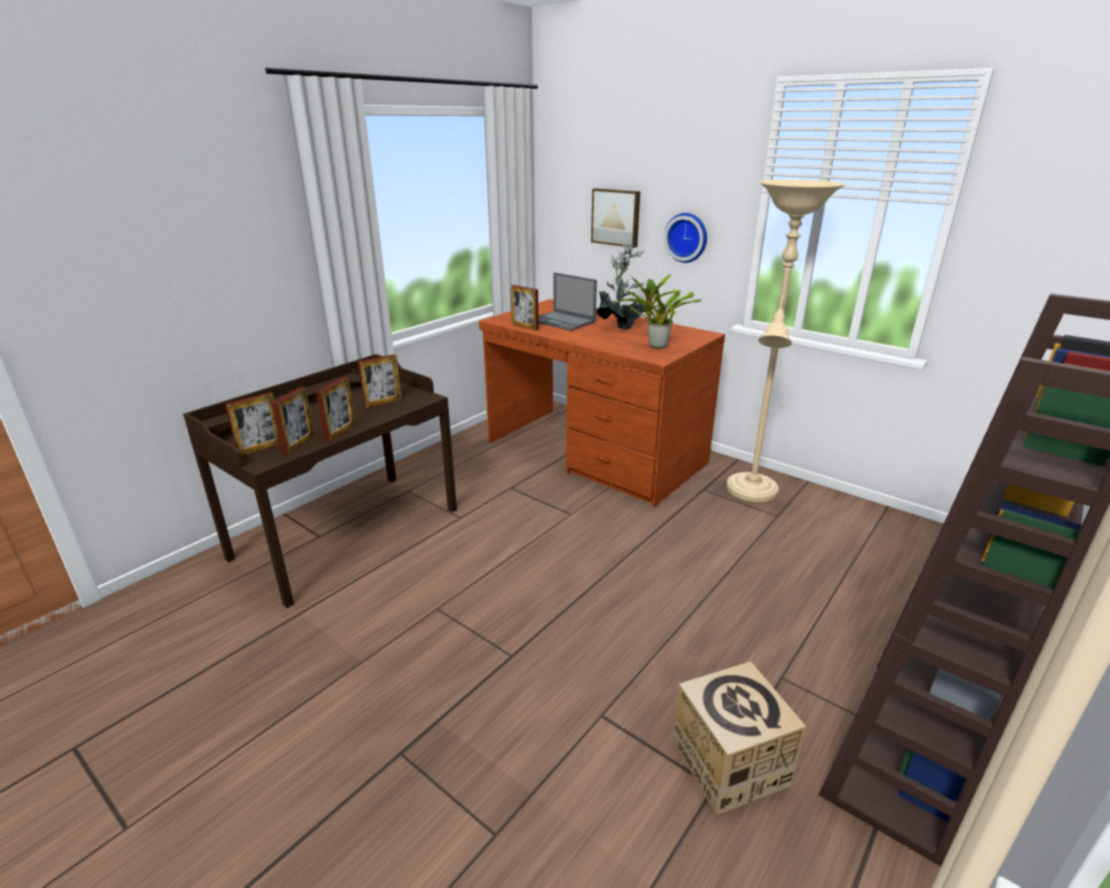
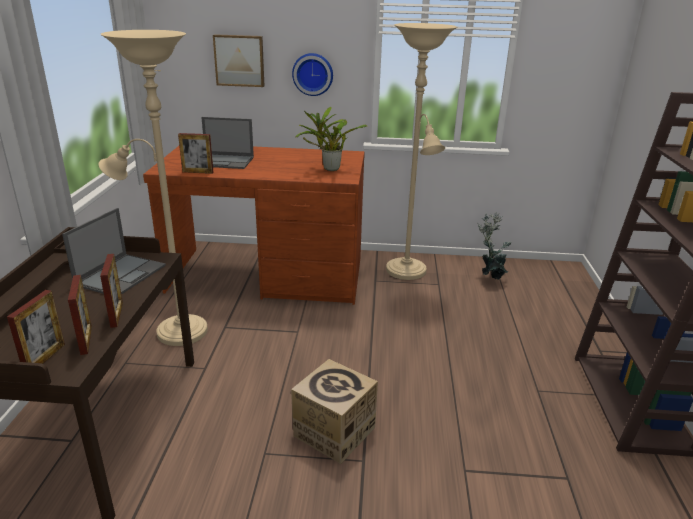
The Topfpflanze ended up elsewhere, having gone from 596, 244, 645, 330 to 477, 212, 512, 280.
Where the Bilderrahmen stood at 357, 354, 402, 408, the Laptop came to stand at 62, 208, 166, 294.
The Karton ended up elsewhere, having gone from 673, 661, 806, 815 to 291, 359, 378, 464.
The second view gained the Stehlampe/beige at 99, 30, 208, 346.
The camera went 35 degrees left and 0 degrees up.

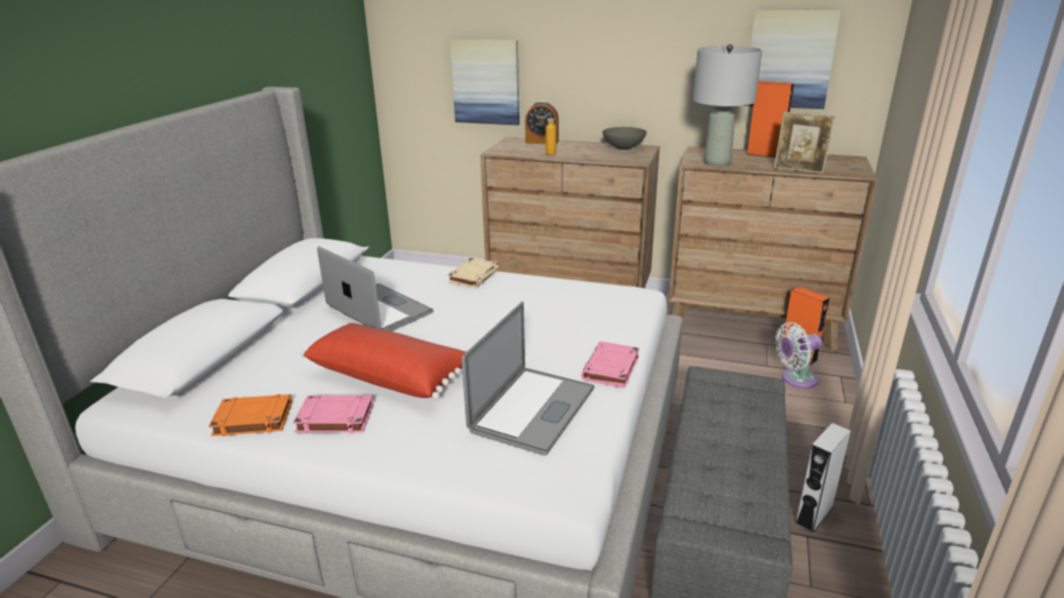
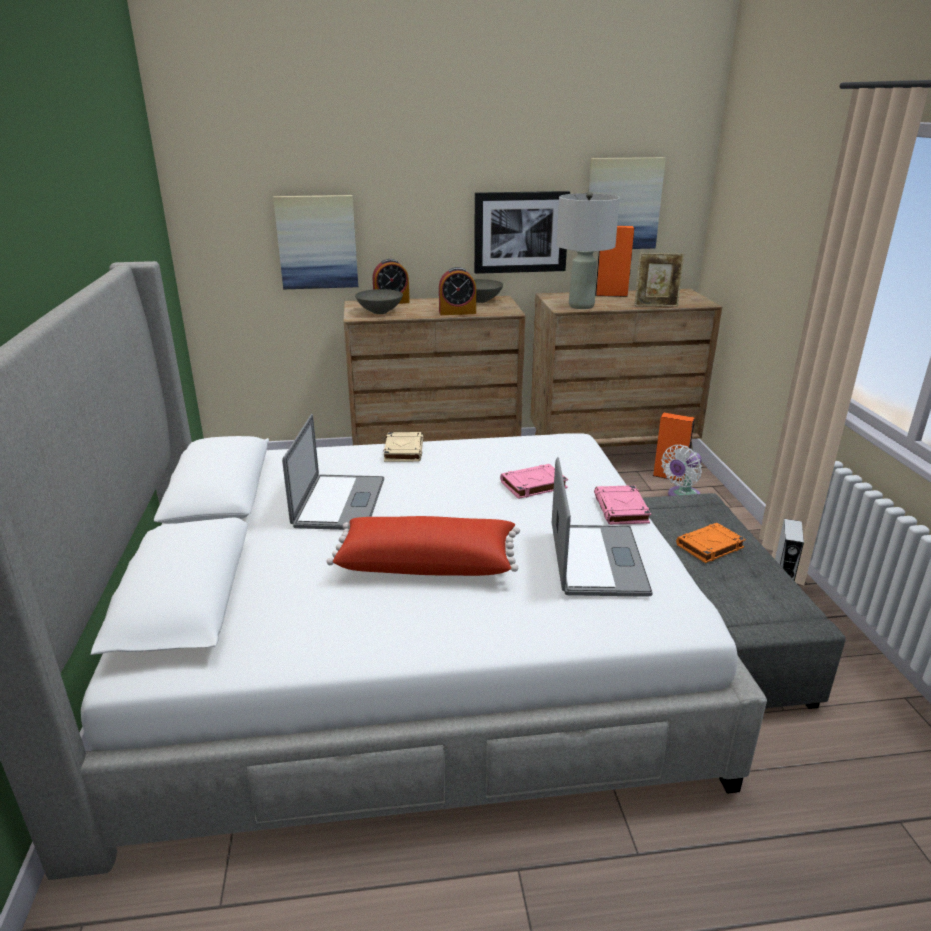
The second view lost the Flasche at 537, 112, 556, 155.
The Laptop at 317, 246, 433, 331 ended up facing another way, 75 degrees clockwise from before.
The Buch/orange ended up elsewhere, having gone from 209, 394, 292, 436 to 676, 523, 746, 563.
The Buch/rosa ended up elsewhere, having gone from 293, 395, 374, 433 to 500, 464, 568, 499.
The second view gained the Bild at 474, 191, 570, 274.
The second view gained the Wecker at 439, 267, 476, 315.
The second view gained the Schüssel/grau at 355, 289, 403, 314.
The camera went 25 degrees left and 0 degrees up.

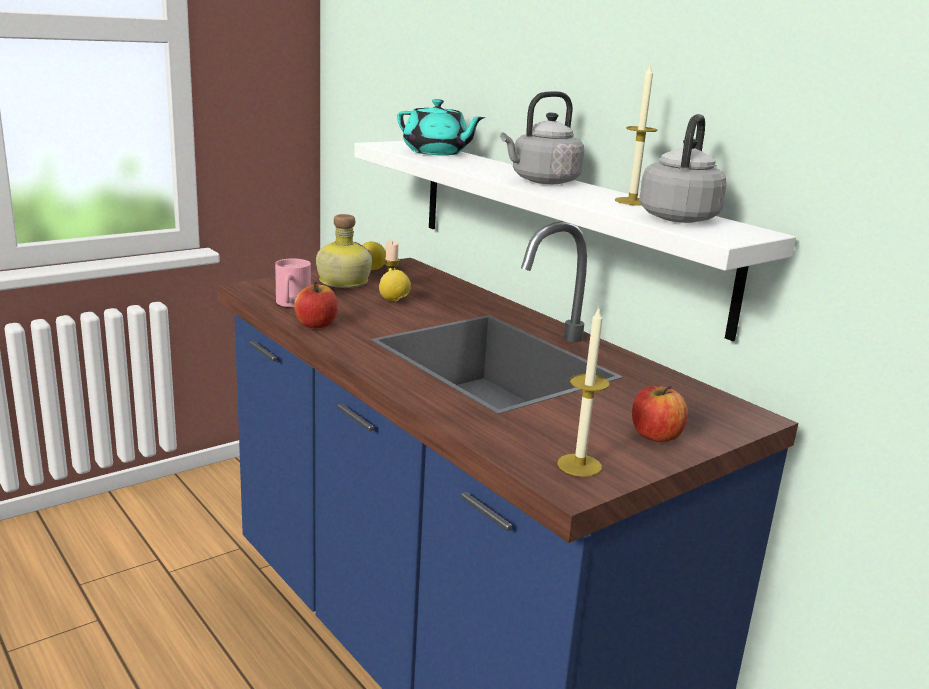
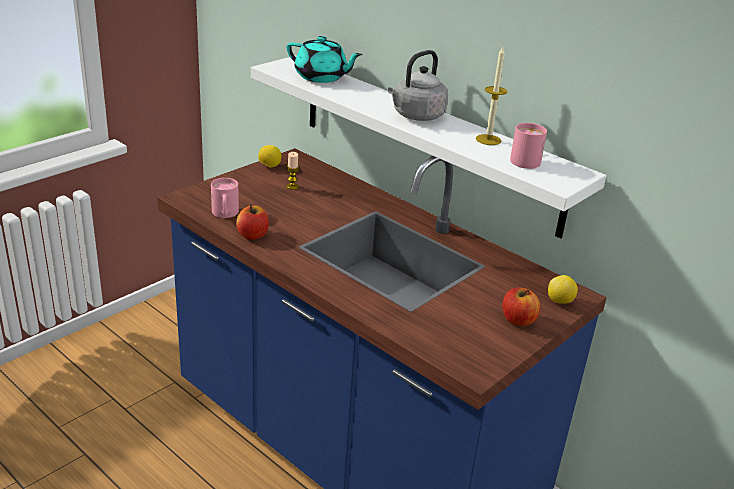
Where the Wasserkessel/grau stood at 639, 114, 727, 223, the Henkelbecher/rosa came to stand at 510, 123, 547, 169.
The second view lost the Flasche at 316, 214, 372, 288.
The Zitrone ended up elsewhere, having gone from 379, 270, 411, 301 to 548, 275, 578, 304.
The second view lost the Kerze at 557, 307, 609, 477.
The camera went 10 degrees left and 10 degrees up.

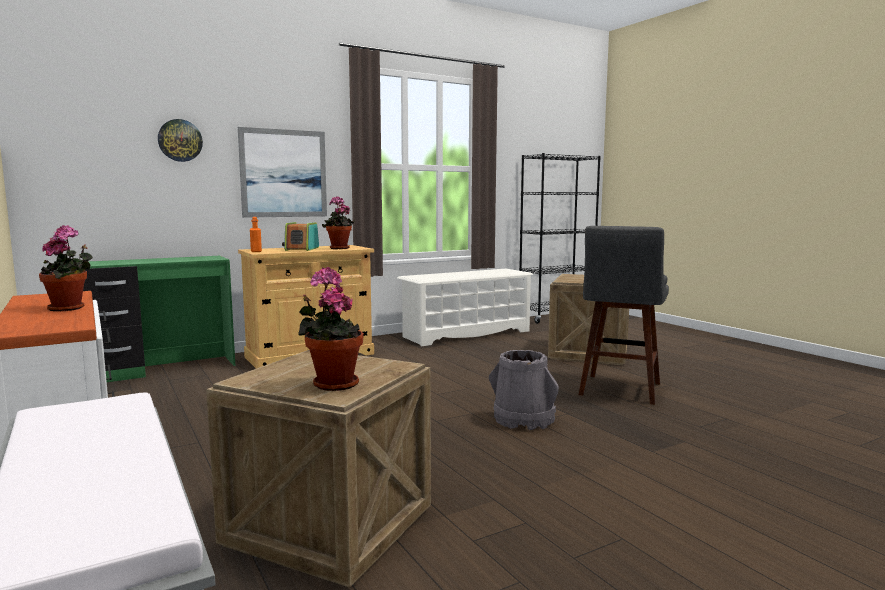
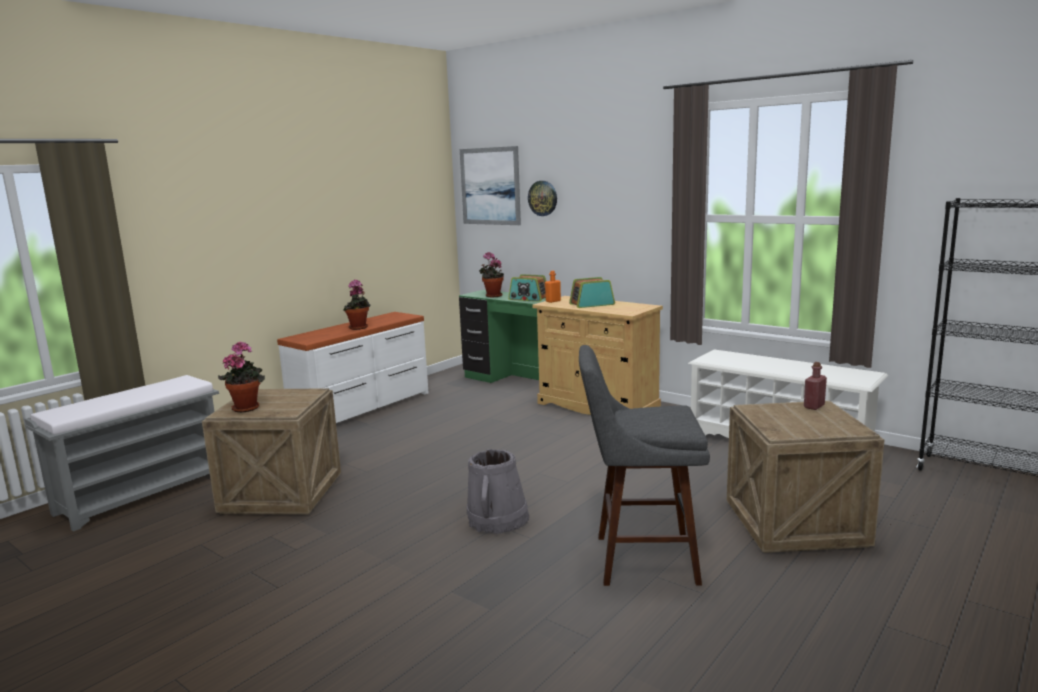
The Bild ended up elsewhere, having gone from 238, 127, 327, 218 to 460, 146, 521, 225.
The Topfpflanze ended up elsewhere, having gone from 322, 196, 355, 249 to 479, 252, 504, 297.
The second view gained the Radio at 508, 274, 546, 302.
The second view gained the Flasche/rot at 804, 362, 827, 410.
The camera went 70 degrees right and 5 degrees up.

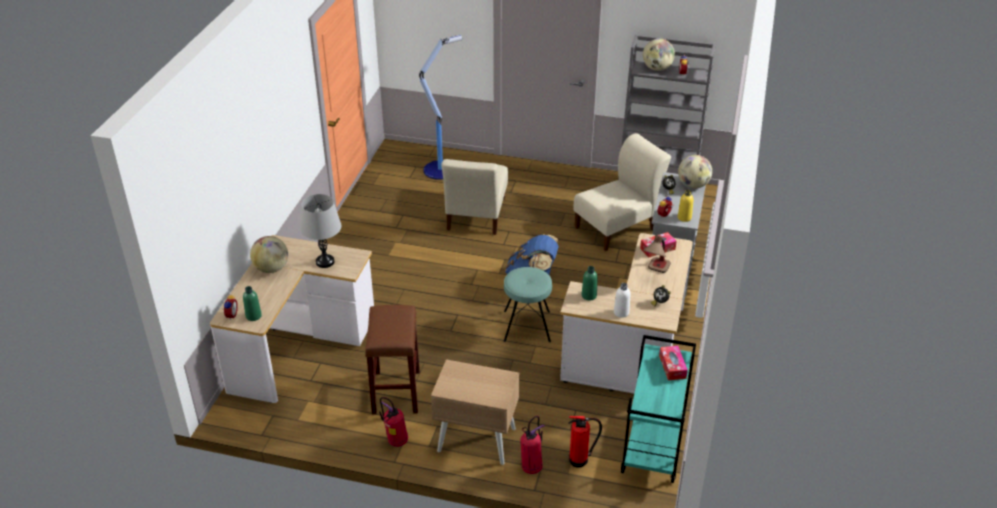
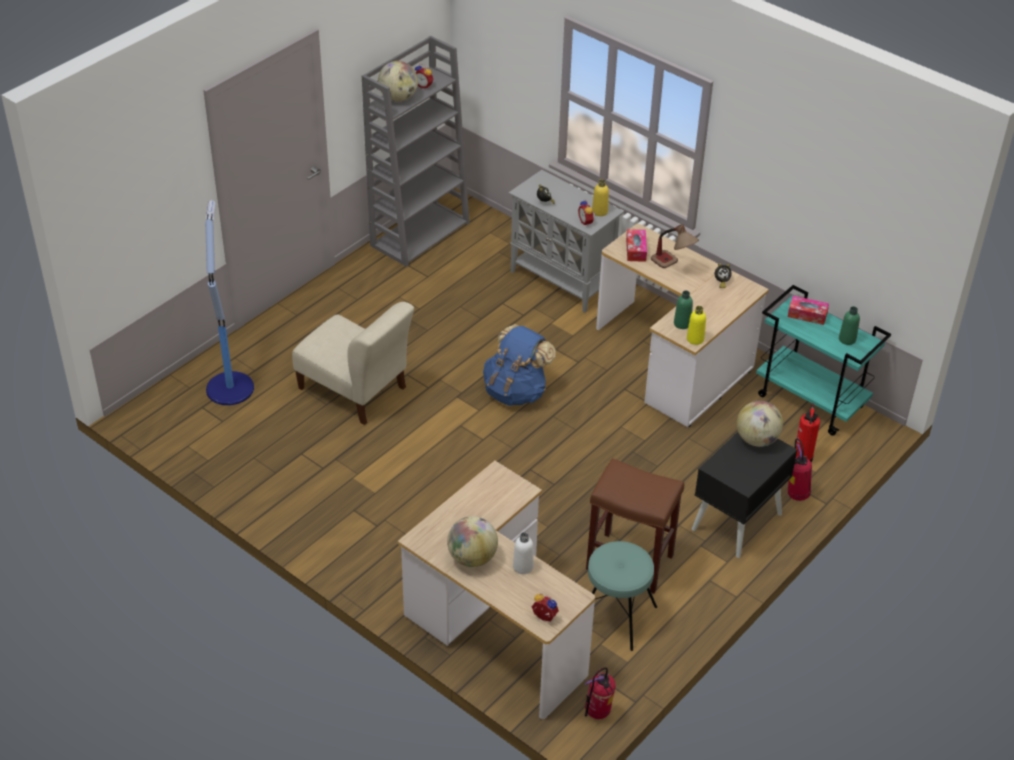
The second view lost the Stuhl/beige at 573, 133, 671, 251.
The Globus ended up elsewhere, having gone from 678, 155, 712, 189 to 737, 401, 783, 447.
The second view lost the Tischlampe/grau at 300, 194, 341, 268.
The Hocker/türkis ended up elsewhere, having gone from 504, 267, 552, 342 to 588, 541, 657, 651.
The Flasche/weiß ended up elsewhere, having gone from 614, 283, 630, 318 to 513, 532, 534, 574.
The Flasche/grün ended up elsewhere, having gone from 243, 286, 262, 321 to 839, 306, 860, 345.
What was the Nachttisch/beige at 431, 359, 520, 465 turned into the Nachttisch/schwarz at 692, 432, 798, 558.
The Feuerlöscher ended up elsewhere, having gone from 379, 397, 408, 447 to 584, 667, 616, 719.
The second view gained the Flasche/gelb at 687, 306, 706, 345.
The camera went 65 degrees left and 5 degrees up.

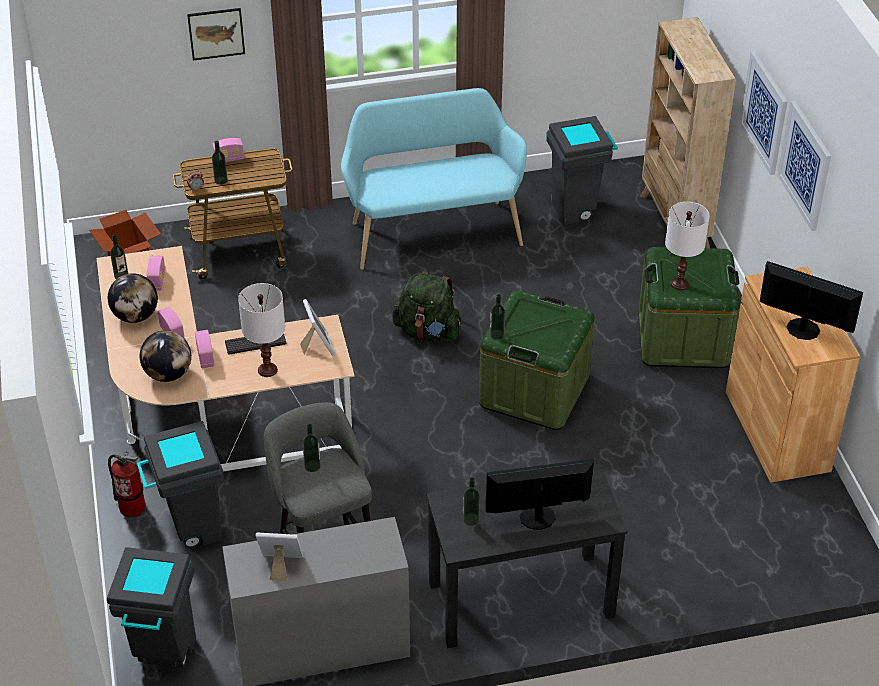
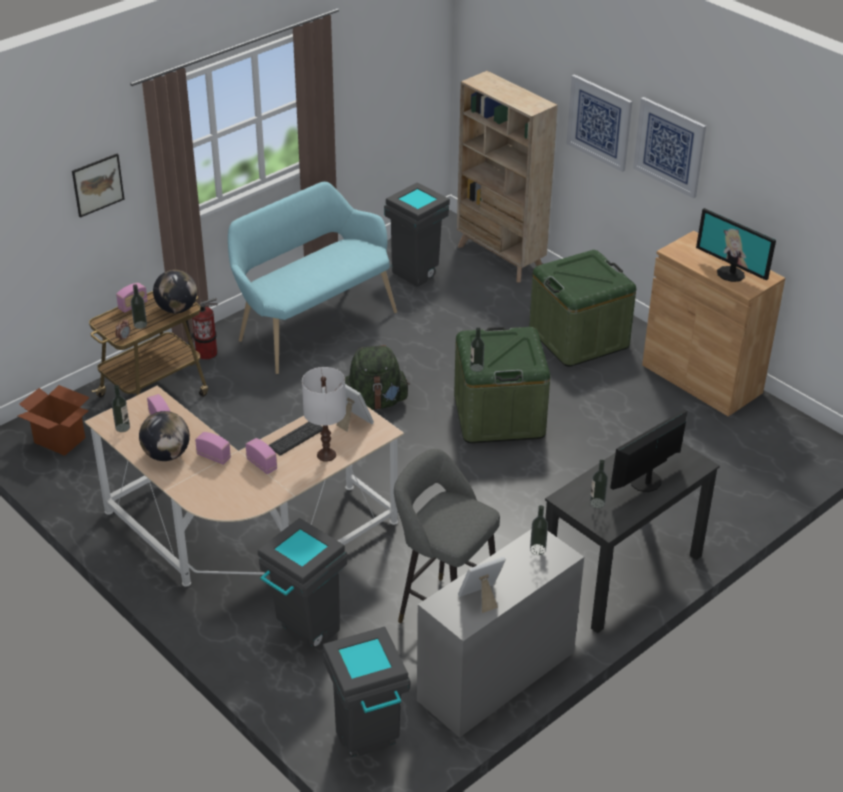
The second view lost the Tischlampe/weiß at 665, 202, 710, 290.
The Monitor at 760, 261, 863, 340 ended up facing another way, 135 degrees counterclockwise from before.
The Globus ended up elsewhere, having gone from 140, 331, 191, 382 to 153, 270, 197, 313.
The Flasche ended up elsewhere, having gone from 303, 424, 321, 472 to 530, 505, 548, 555.
The Feuerlöscher ended up elsewhere, having gone from 108, 452, 145, 518 to 186, 298, 218, 360.
The camera went 30 degrees left and 5 degrees down.

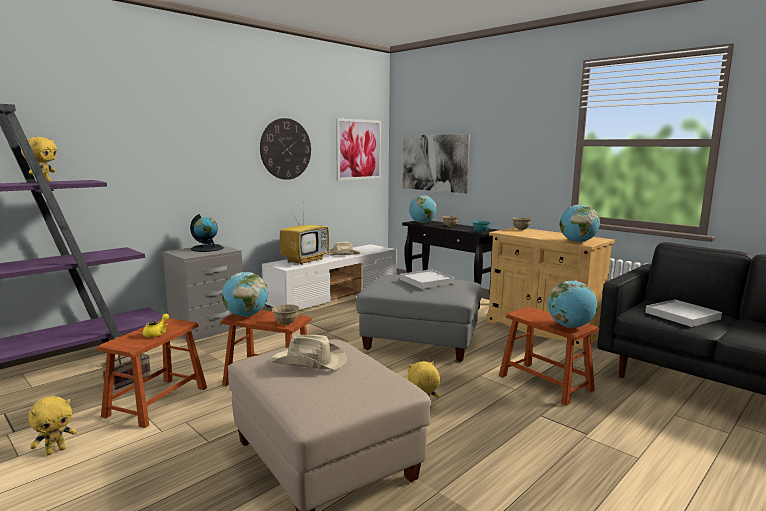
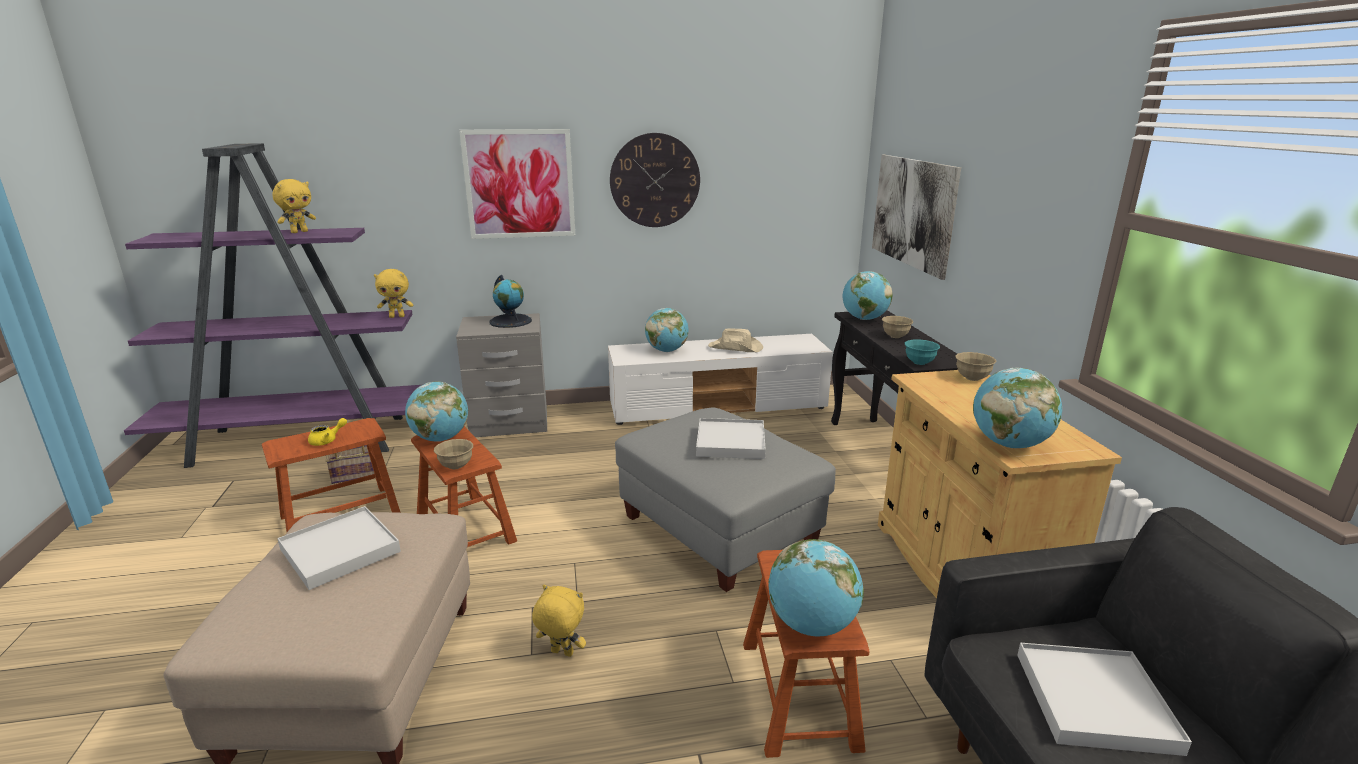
The Bild ended up elsewhere, having gone from 336, 118, 381, 181 to 459, 129, 575, 239.
Where the Fernseher stood at 280, 211, 329, 265, the Globus came to stand at 645, 308, 689, 352.
Where the Hut/beige stood at 270, 335, 347, 370, the Tablett/weiß came to stand at 277, 506, 401, 590.
The Plüschtier/gelb ended up elsewhere, having gone from 28, 396, 77, 455 to 374, 269, 413, 318.
The camera went 35 degrees right and 10 degrees up.

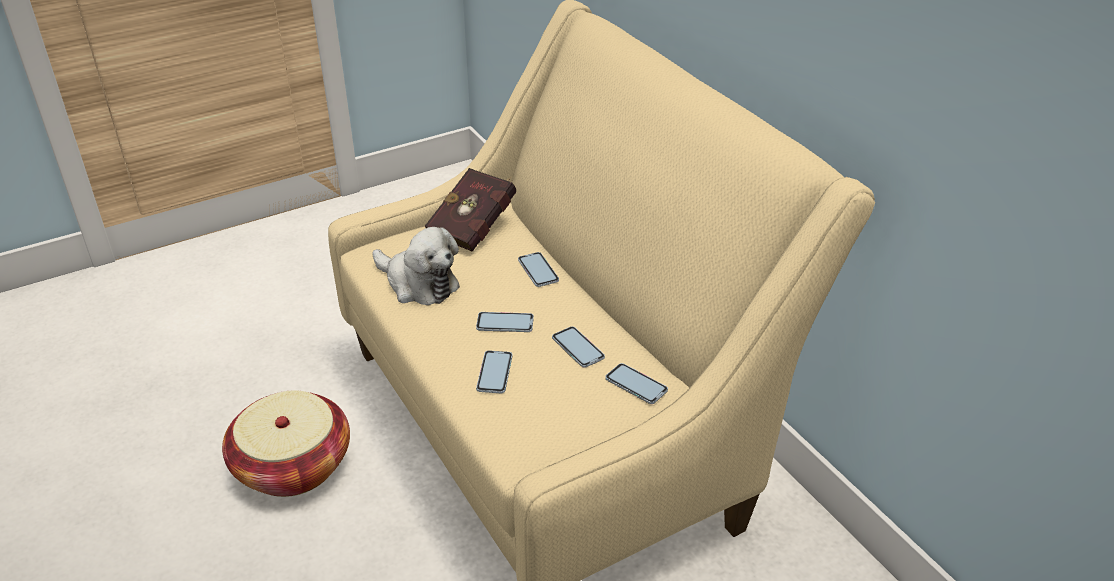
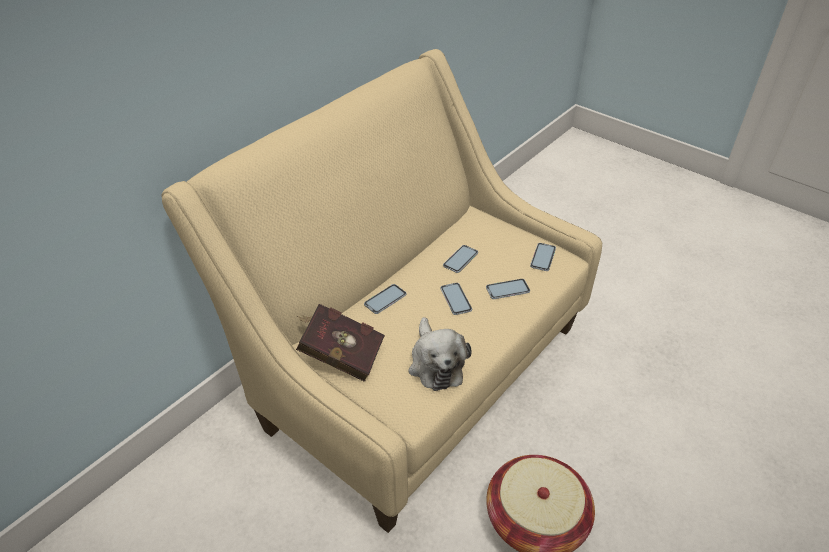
The Plüschtier at 373, 227, 460, 305 ended up facing another way, 150 degrees clockwise from before.
The Handy ended up elsewhere, having gone from 605, 363, 668, 404 to 530, 243, 556, 271.
The camera went 110 degrees left and 5 degrees up.

